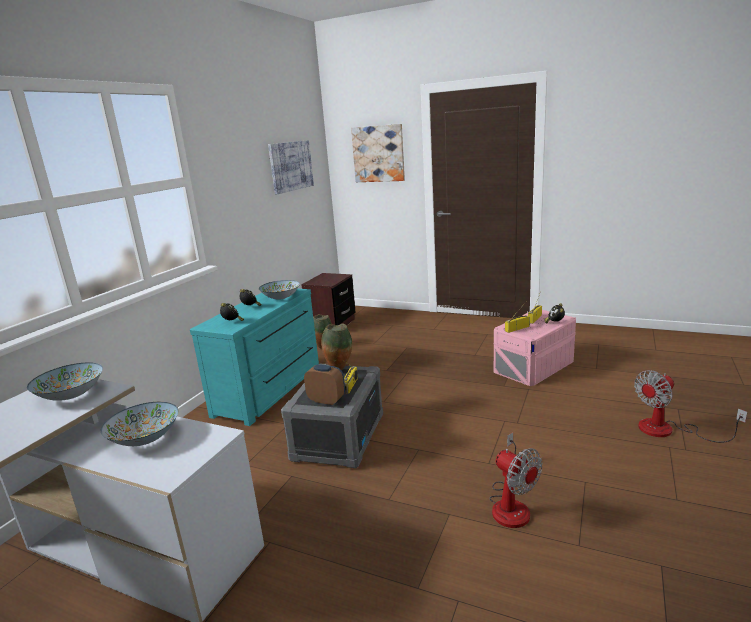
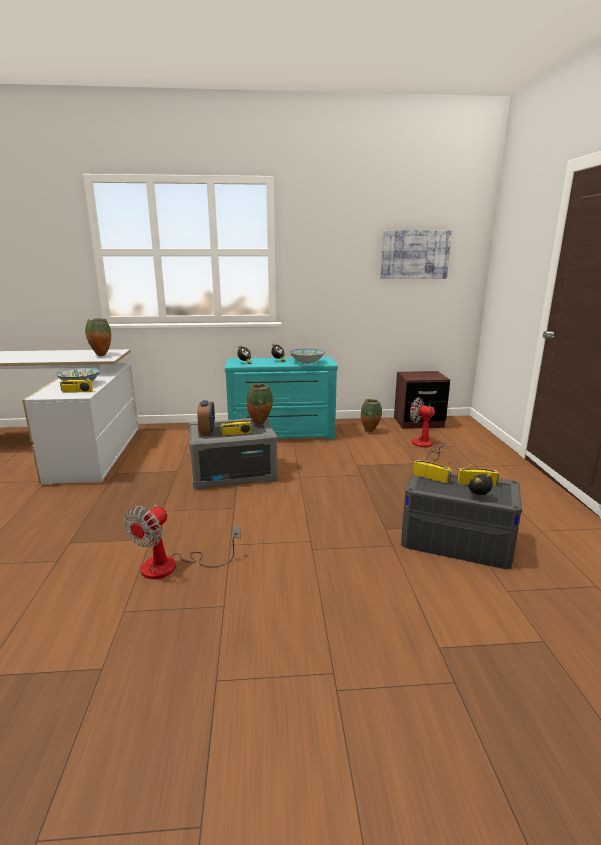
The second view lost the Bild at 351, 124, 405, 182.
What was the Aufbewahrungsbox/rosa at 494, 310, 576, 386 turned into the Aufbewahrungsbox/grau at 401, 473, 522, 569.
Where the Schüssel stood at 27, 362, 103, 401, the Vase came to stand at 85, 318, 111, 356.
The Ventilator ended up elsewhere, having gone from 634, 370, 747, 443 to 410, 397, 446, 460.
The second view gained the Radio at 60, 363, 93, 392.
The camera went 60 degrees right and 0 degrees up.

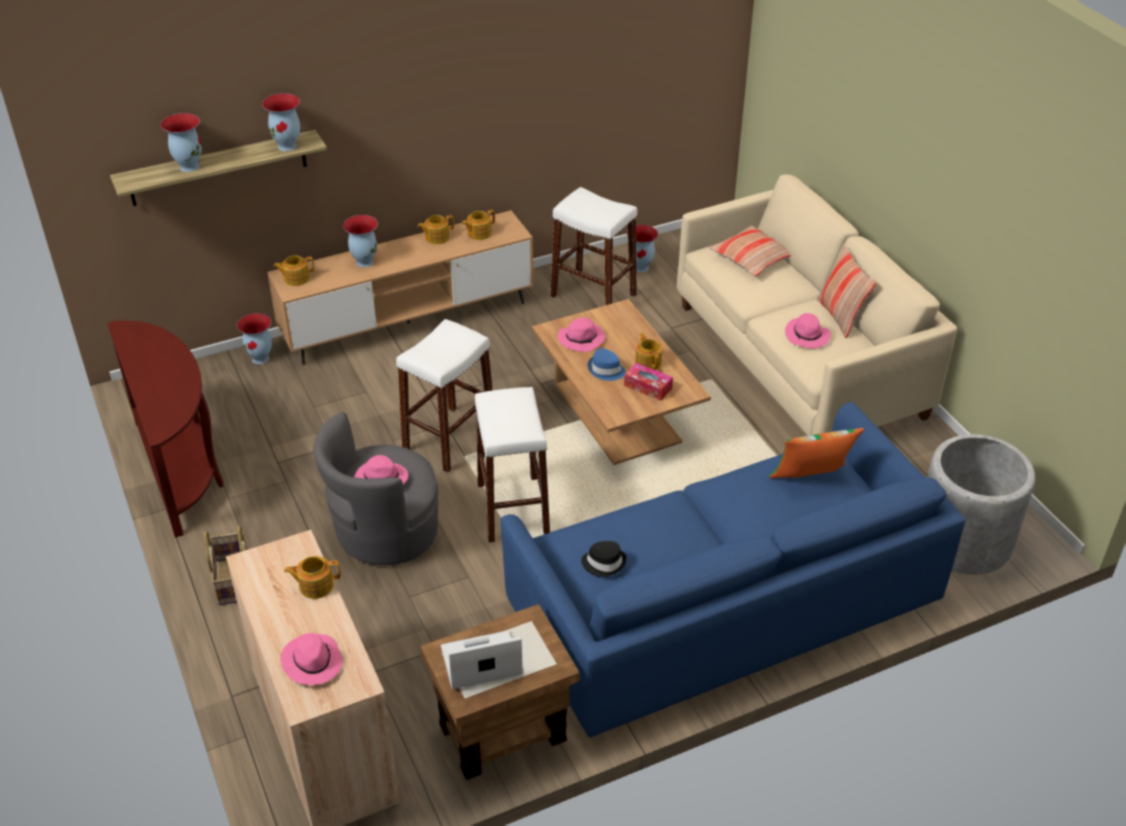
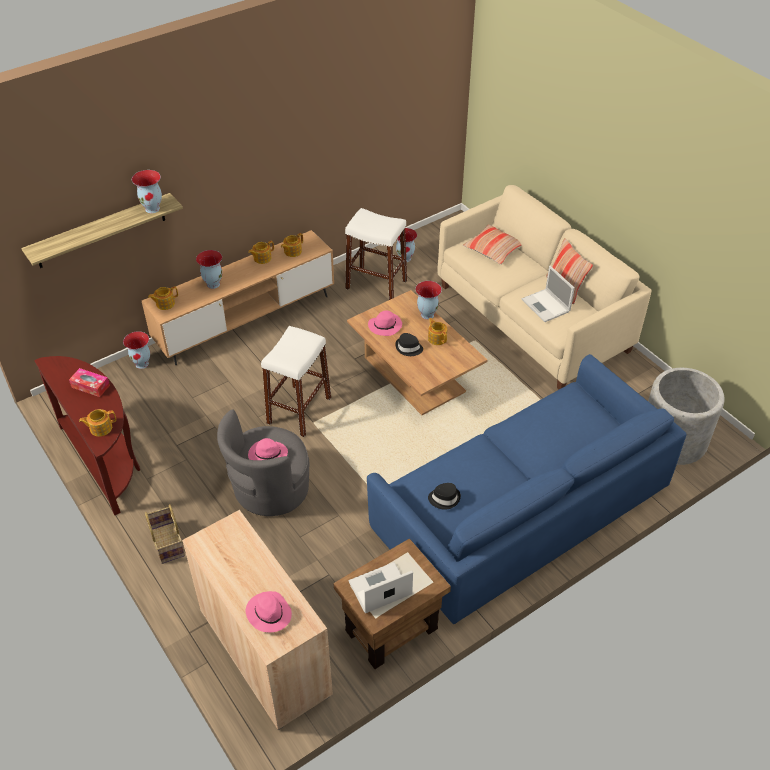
The Vase ended up elsewhere, having gone from 160, 113, 202, 172 to 415, 281, 442, 320.
Where the Hut/rosa stood at 785, 313, 831, 348, the Laptop came to stand at 522, 266, 575, 322.
What was the Hut/blau at 588, 348, 626, 381 turned into the Hut/schwarz at 395, 333, 423, 356.
The Taschentuchbox ended up elsewhere, having gone from 624, 363, 673, 401 to 69, 368, 110, 397.
The second view lost the Hocker/weiß at 474, 387, 550, 543.
The second view lost the Kissen at 769, 428, 864, 478.
The Teekanne ended up elsewhere, having gone from 284, 556, 341, 599 to 79, 409, 116, 437.
The camera went 10 degrees left and 5 degrees up.

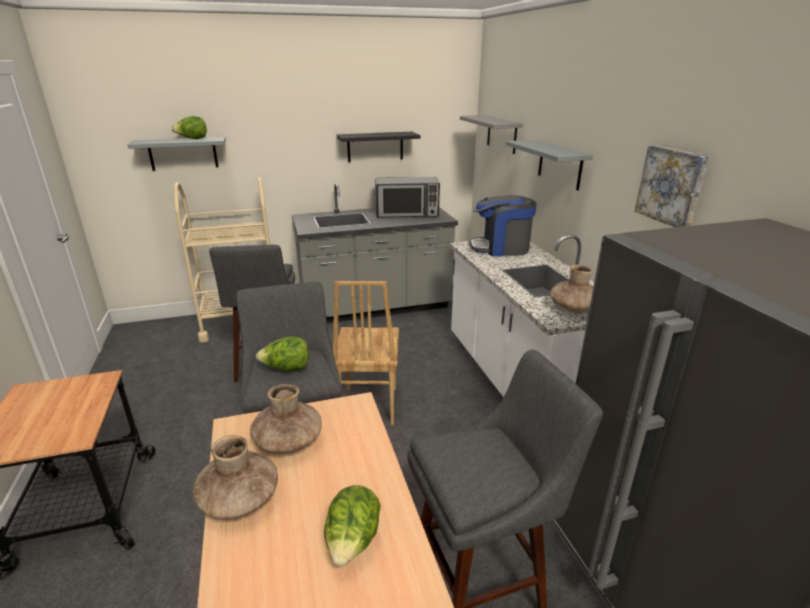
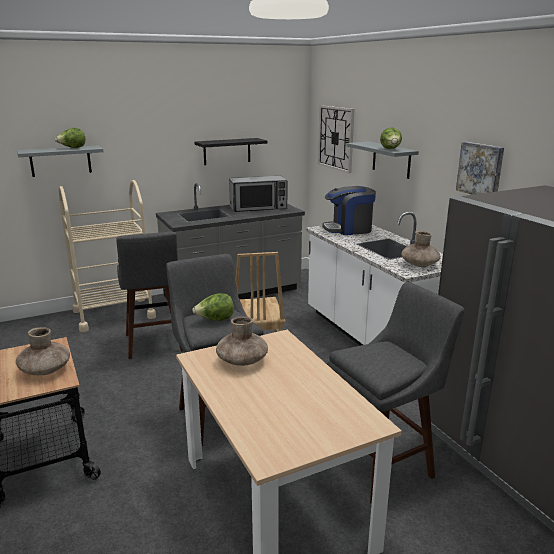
Where the Wandregal/grau hung at 460, 115, 523, 154, the Wanduhr came to hang at 318, 105, 354, 173.
The Vase/braun ended up elsewhere, having gone from 193, 435, 278, 520 to 16, 327, 70, 375.
The Salatkopf ended up elsewhere, having gone from 324, 485, 381, 567 to 380, 127, 402, 149.
The camera went 10 degrees left and 5 degrees down.

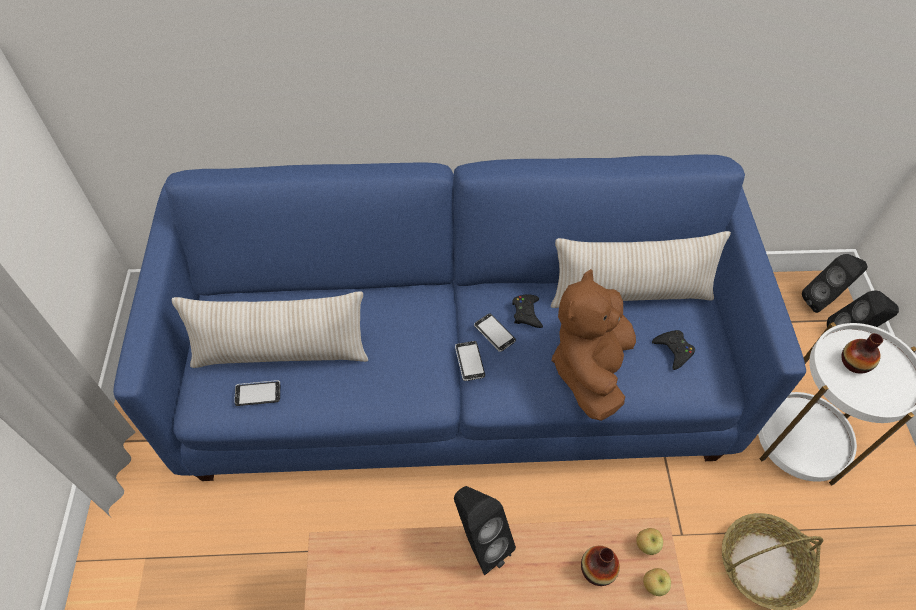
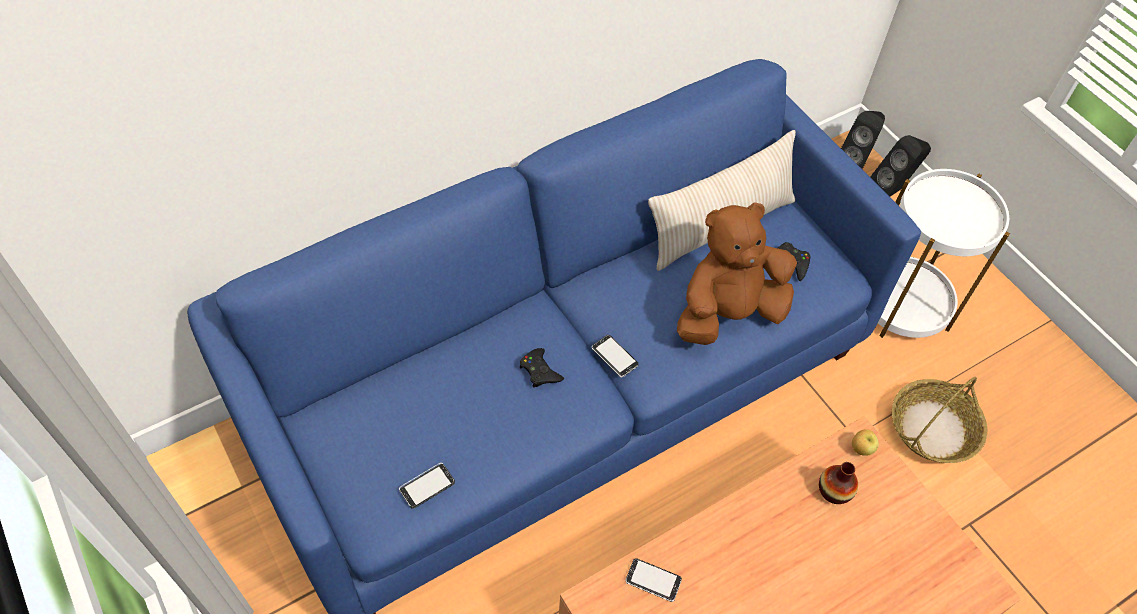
The Plüschtier/braun at 552, 269, 636, 421 ended up facing another way, 75 degrees clockwise from before.
The second view lost the Kissen/beige at 172, 291, 368, 368.
The Gamepad/schwarz ended up elsewhere, having gone from 512, 294, 543, 328 to 520, 348, 564, 388.
The Handy ended up elsewhere, having gone from 474, 313, 516, 352 to 626, 558, 682, 602.
The second view lost the Vase at 841, 333, 883, 374.
The second view lost the Lautsprecher/schwarz at 454, 486, 516, 575.
The second view lost the Apfel at 643, 568, 671, 596.
The camera went 30 degrees left and 0 degrees up.

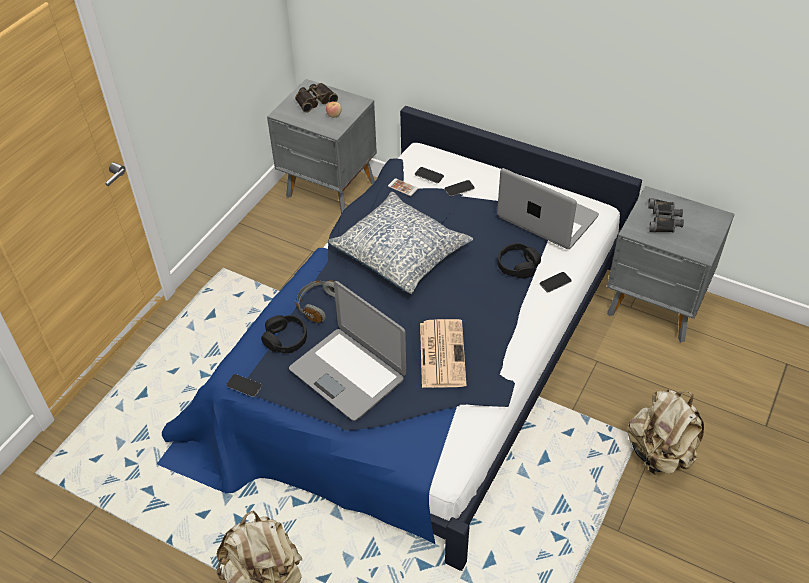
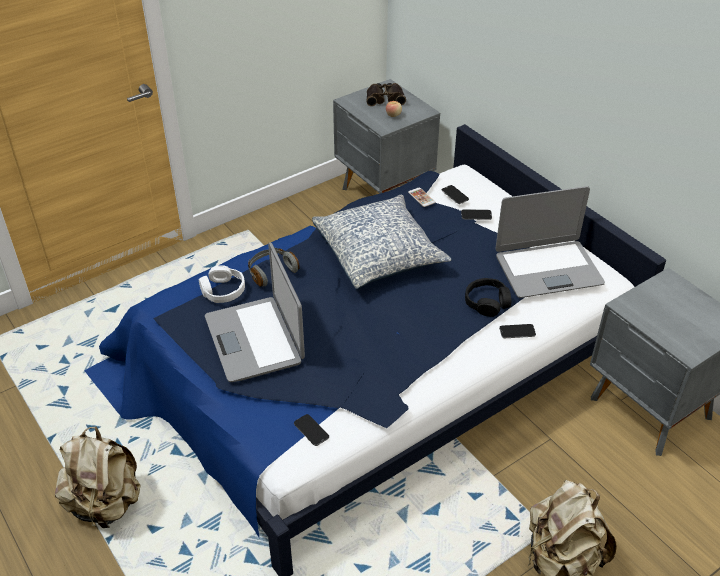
The Laptop at 497, 168, 599, 249 ended up facing another way, 105 degrees clockwise from before.
The second view lost the Fernglas/schwarz at 648, 198, 684, 232.
What was the Kopfhörer/schwarz at 261, 315, 307, 353 turned into the Kopfhörer/weiß at 199, 265, 245, 303.
The second view lost the Zeitung at 420, 319, 467, 388.
The Handy ended up elsewhere, having gone from 226, 374, 262, 397 to 294, 414, 329, 446.
The camera went 25 degrees right and 5 degrees down.

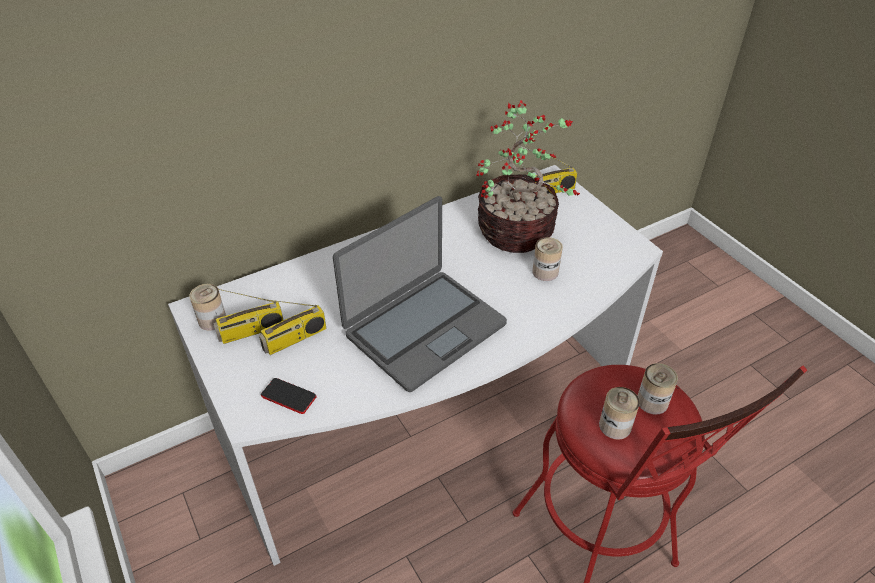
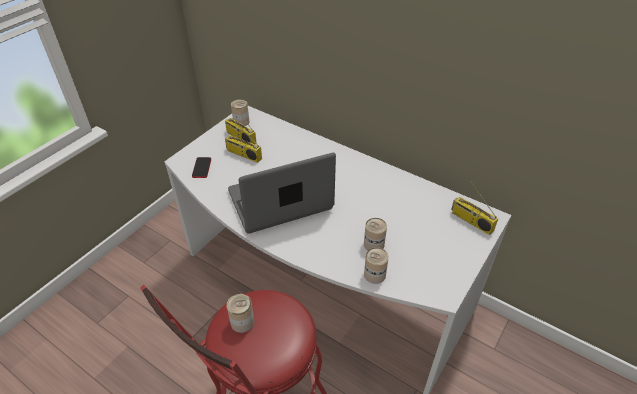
The second view lost the Topfpflanze at 476, 100, 580, 253.
The Laptop at 333, 196, 507, 392 ended up facing another way, 135 degrees clockwise from before.
The Dose ended up elsewhere, having gone from 637, 363, 678, 415 to 364, 247, 389, 284.
The camera went 65 degrees right and 0 degrees up.

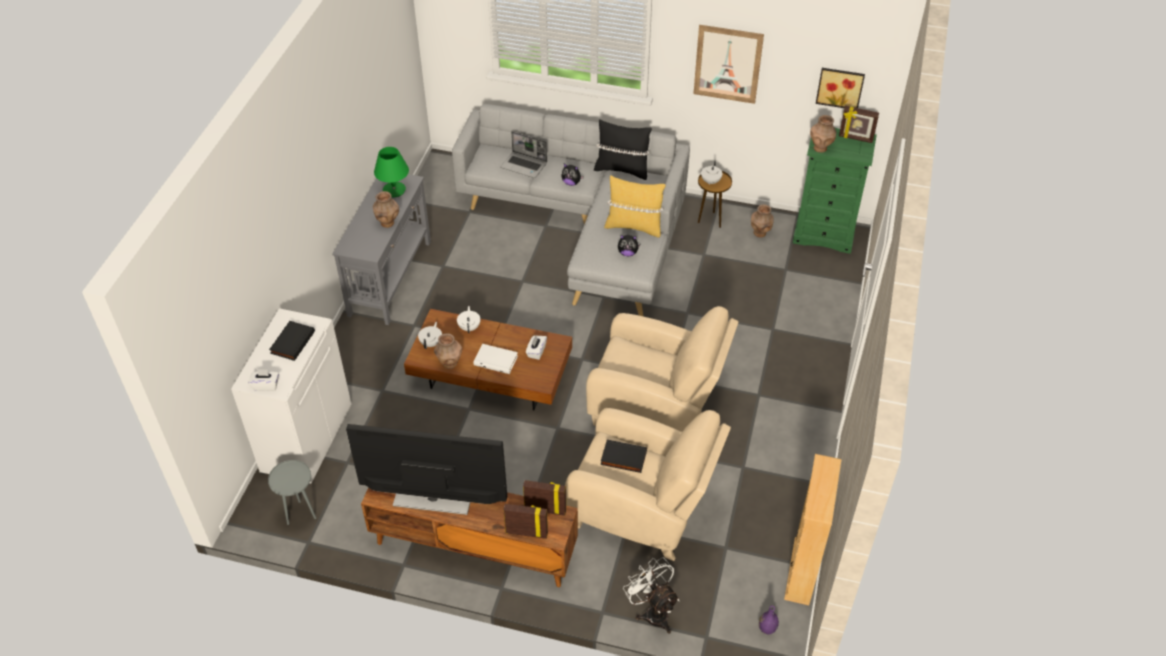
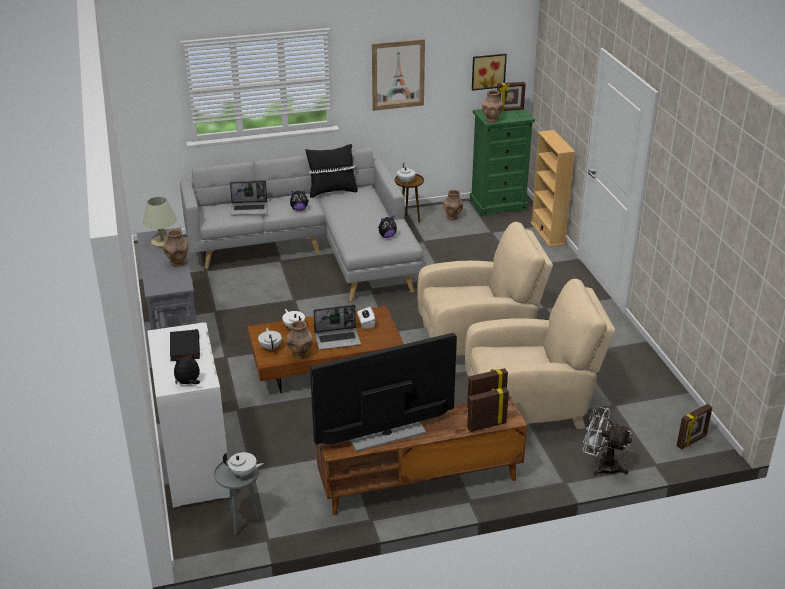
What was the Tischlampe/grün at 374, 147, 409, 197 turned into the Tischlampe/beige at 143, 197, 177, 247.
The second view lost the Kissen/gelb at 604, 175, 665, 238.
Where the Buch/weiß stood at 473, 344, 518, 374, the Laptop came to stand at 313, 305, 361, 350.
Where the Taschentuchbox/weiß stood at 248, 369, 279, 391, the Plüschtier came to stand at 174, 353, 200, 384.
The second view lost the Buch/schwarz at 601, 440, 647, 473.
The Bücherregal/beige ended up elsewhere, having gone from 784, 454, 842, 605 to 530, 130, 575, 247.
Where the Vase/lila stood at 759, 606, 779, 634, the Bilderrahmen came to stand at 677, 404, 712, 449.
The second view gained the Teekanne/weiß at 223, 452, 264, 478.
The camera went 30 degrees left and 15 degrees down.

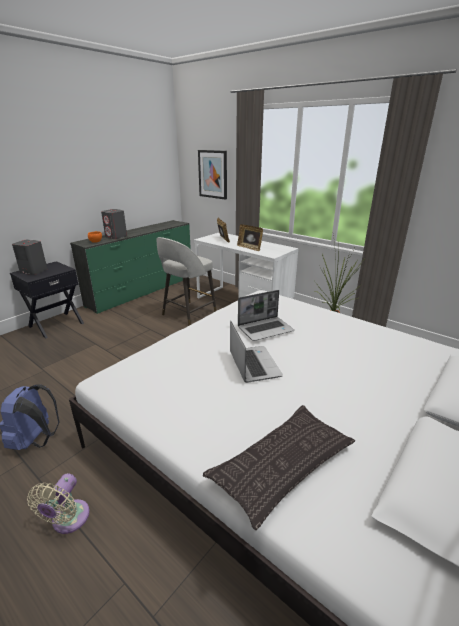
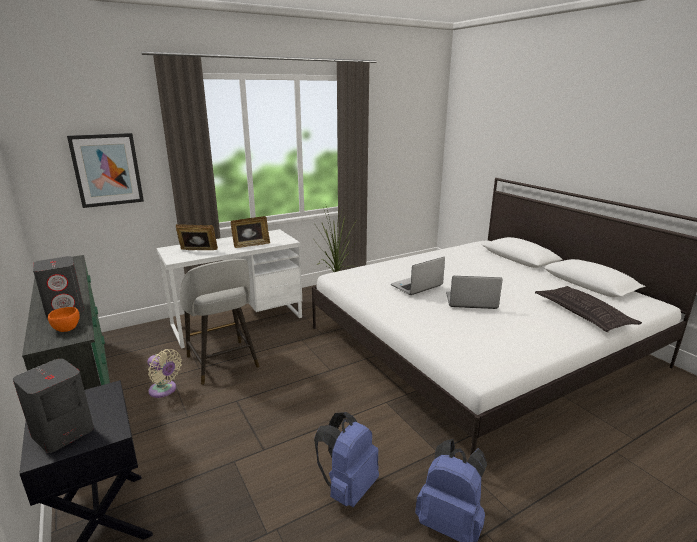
The Laptop at 238, 290, 294, 341 ended up facing another way, 120 degrees counterclockwise from before.
The Ventilator/beige ended up elsewhere, having gone from 27, 473, 90, 534 to 148, 349, 182, 398.
The second view gained the Rucksack/blau at 314, 412, 379, 507.
The camera went 70 degrees left and 5 degrees down.

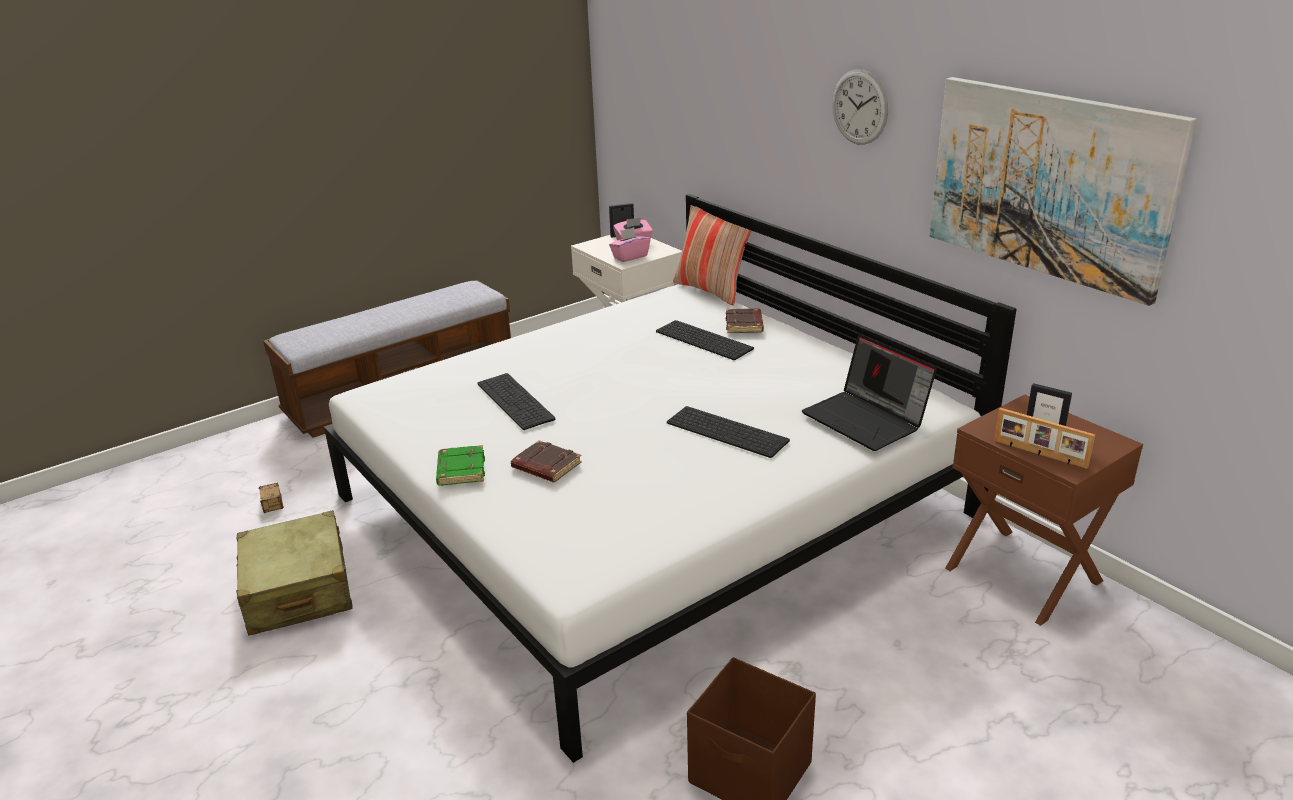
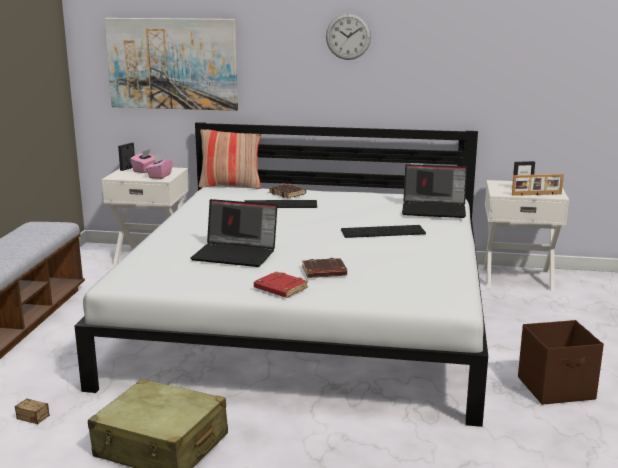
The Bild ended up elsewhere, having gone from 929, 77, 1197, 306 to 104, 18, 238, 111.
Where the Tastatur stood at 477, 373, 555, 430, the Laptop came to stand at 190, 199, 277, 267.
What was the Nachttisch/braun at 945, 394, 1143, 626 turned into the Nachttisch/weiß at 484, 180, 569, 292.
What was the Buch/grün at 436, 445, 485, 486 turned into the Buch/rot at 254, 271, 308, 298.
The camera went 45 degrees left and 10 degrees down.

